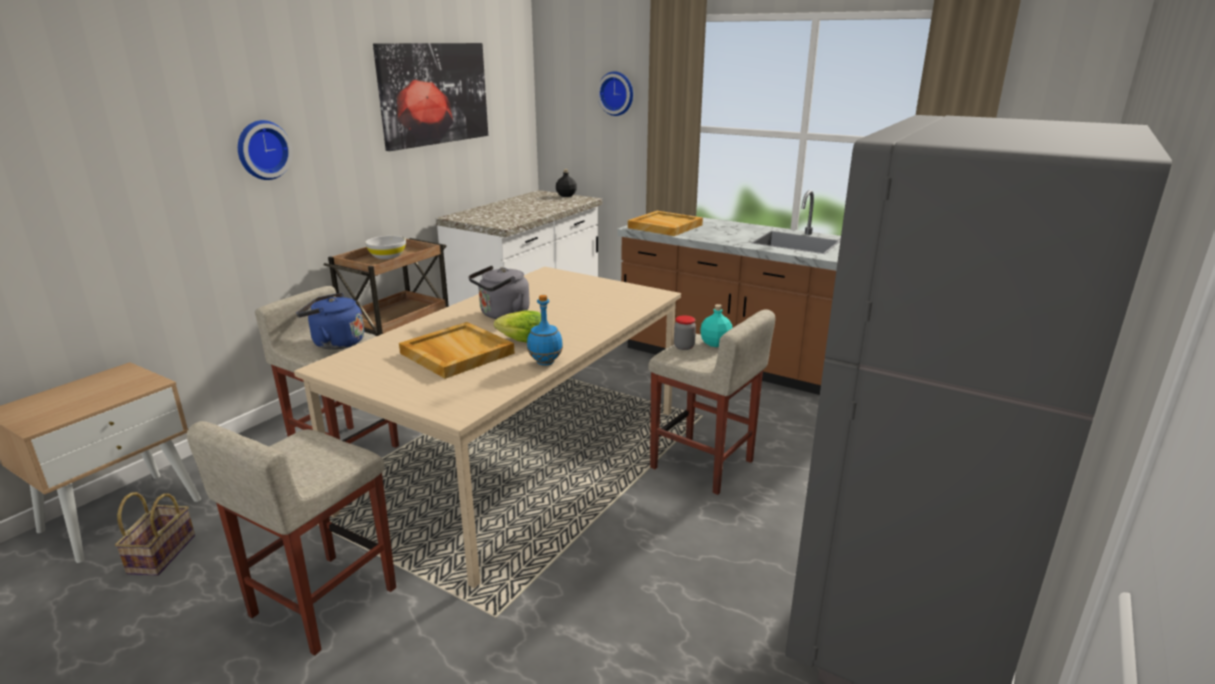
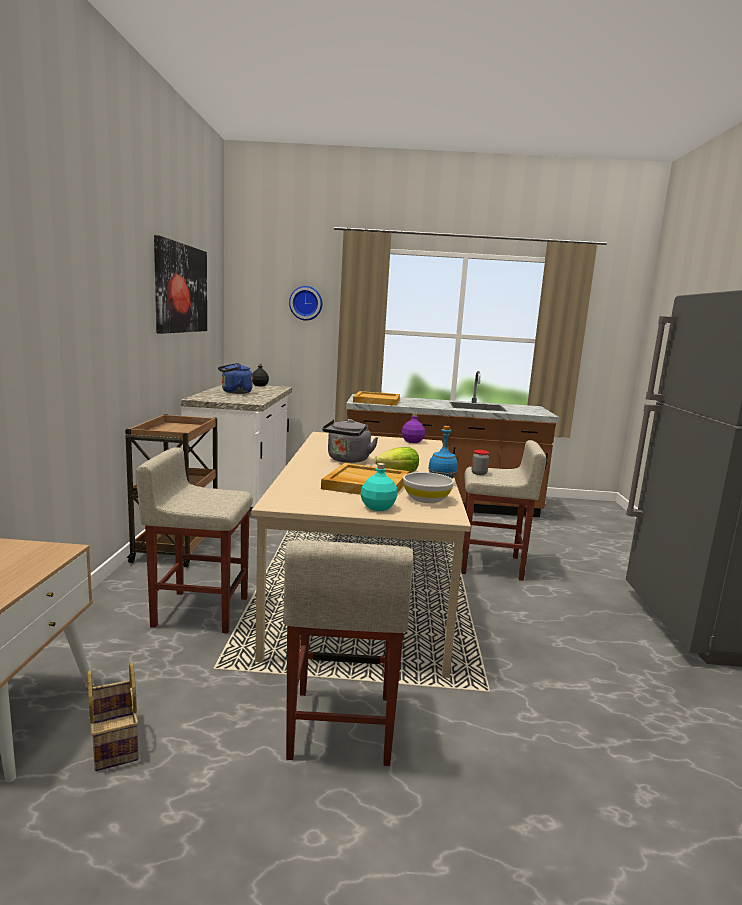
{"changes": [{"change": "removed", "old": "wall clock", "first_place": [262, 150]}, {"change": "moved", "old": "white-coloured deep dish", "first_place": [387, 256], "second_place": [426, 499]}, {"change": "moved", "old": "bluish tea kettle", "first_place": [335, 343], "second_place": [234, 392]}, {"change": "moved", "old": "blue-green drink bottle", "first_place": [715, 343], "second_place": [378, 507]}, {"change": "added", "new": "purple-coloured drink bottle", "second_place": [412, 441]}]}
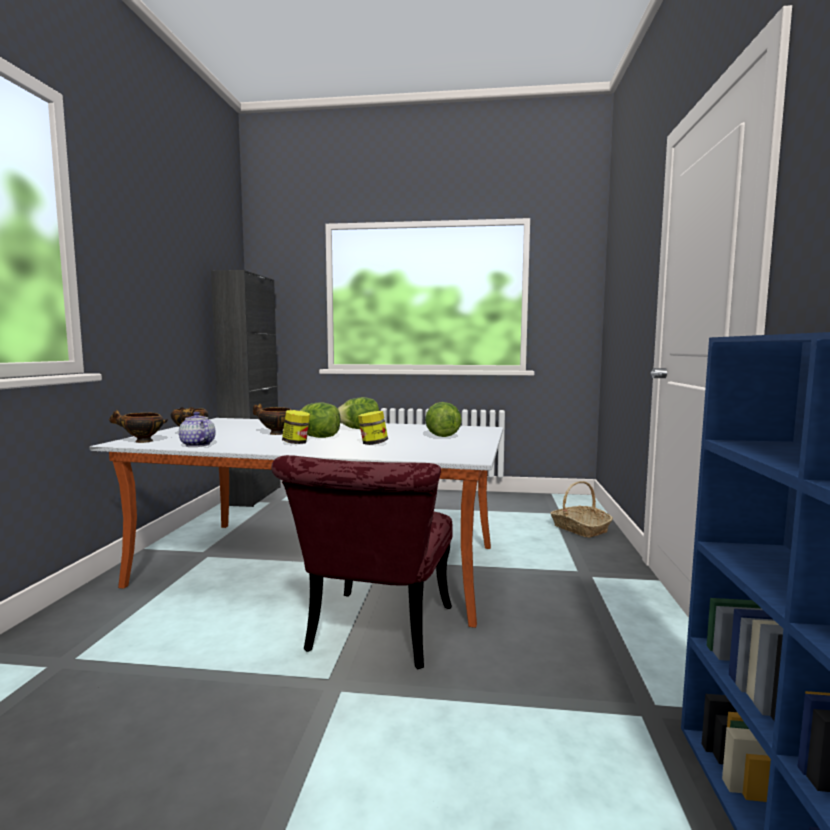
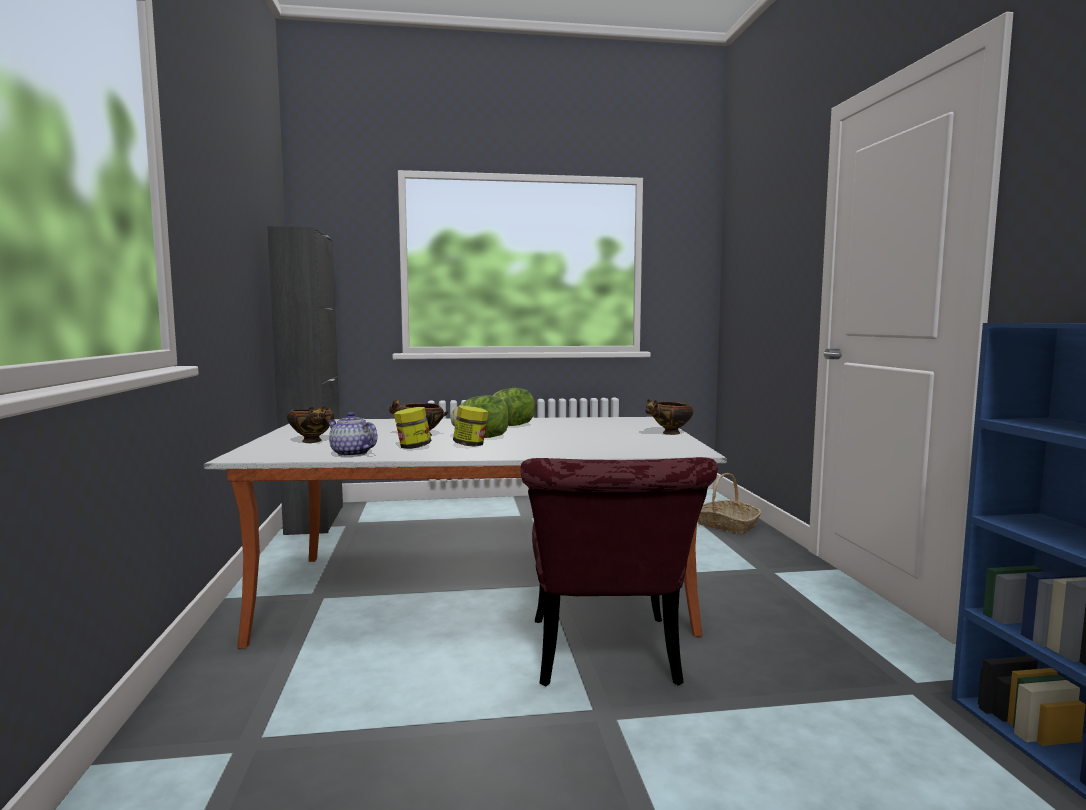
{"changes": [{"change": "removed", "old": "head of lettuce", "first_place": [442, 436]}, {"change": "moved", "old": "deep dish", "first_place": [142, 441], "second_place": [670, 433]}, {"change": "moved", "old": "jar", "first_place": [373, 444], "second_place": [413, 447]}]}
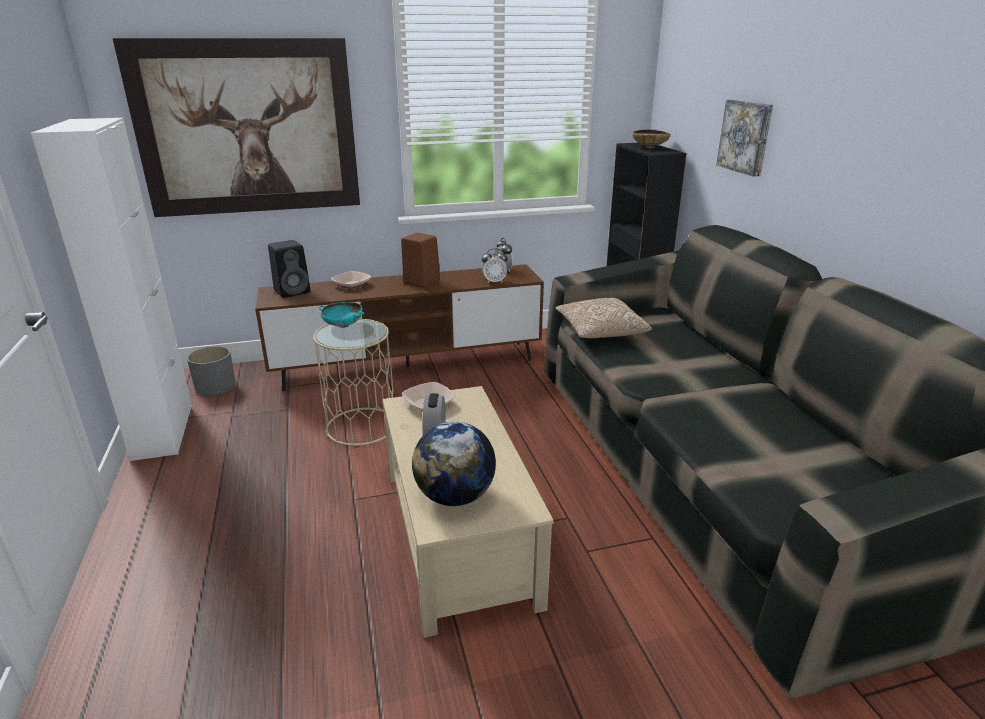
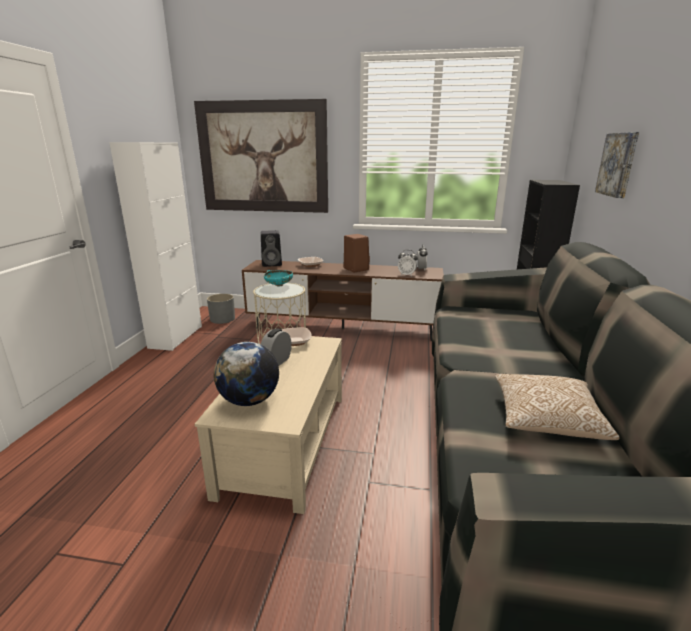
{"changes": [{"change": "removed", "old": "beige-coloured deep dish", "first_place": [650, 147]}, {"change": "moved", "old": "throw pillow", "first_place": [600, 332], "second_place": [546, 420]}]}
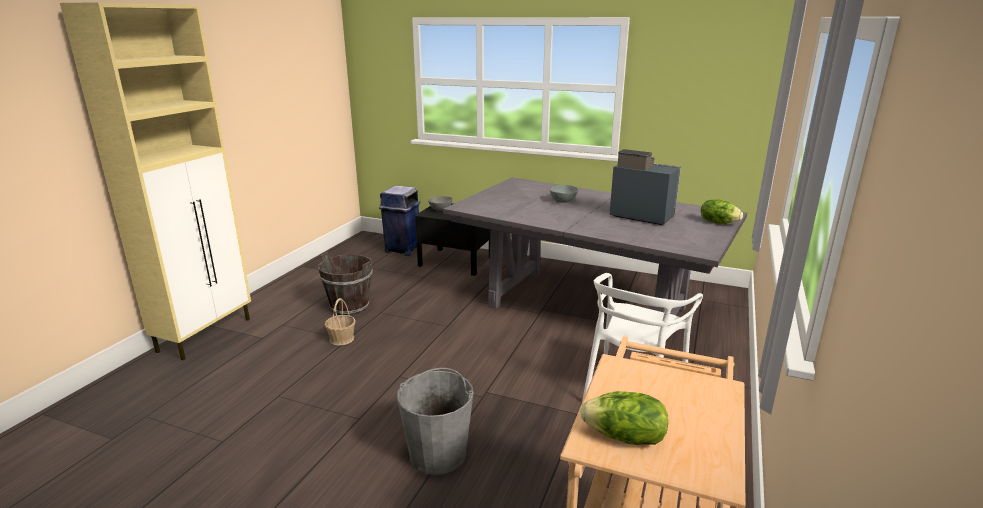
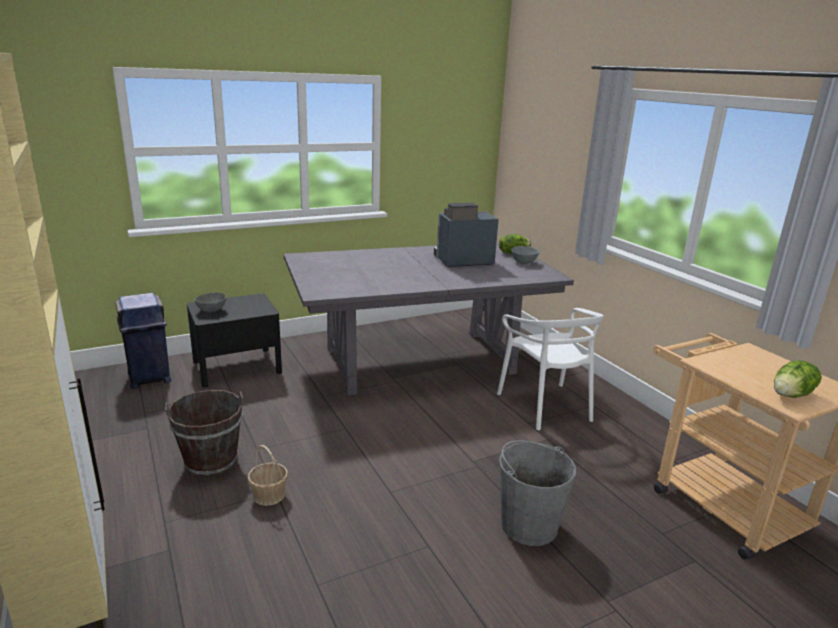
{"changes": [{"change": "moved", "old": "grey deep dish", "first_place": [563, 201], "second_place": [524, 262]}]}
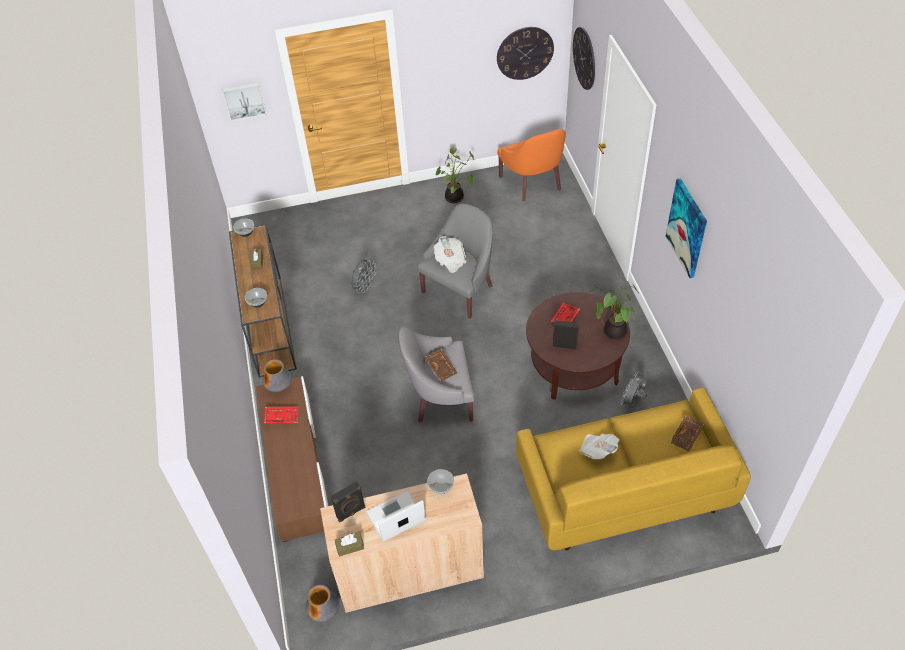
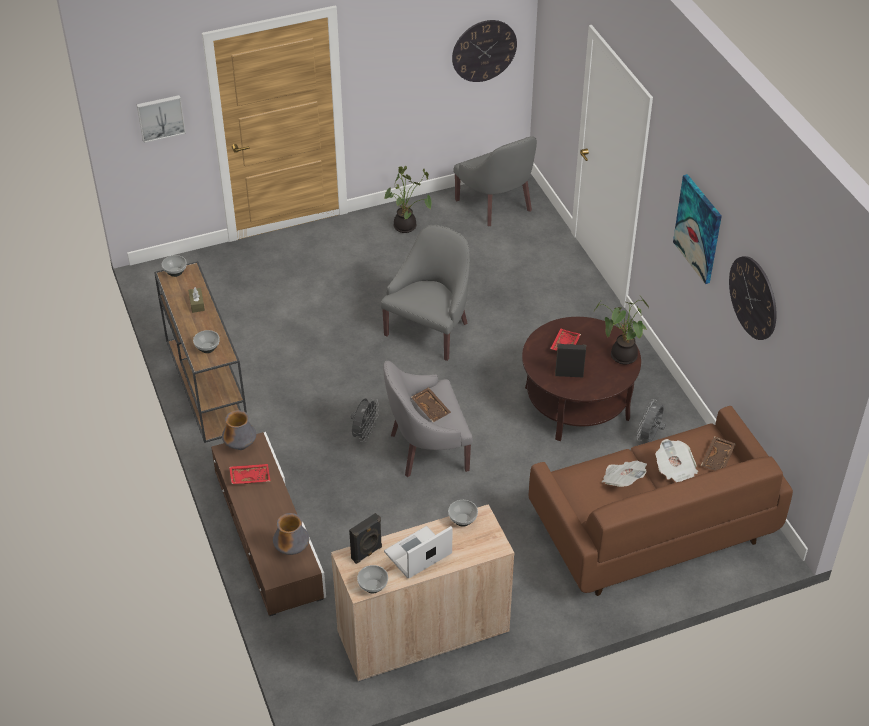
{"changes": [{"change": "moved", "old": "wall clock", "first_place": [584, 58], "second_place": [753, 297]}, {"change": "recoloured", "old": "orangey lounge chair", "new": "grey lounge chair", "first_place": [533, 182], "second_place": [497, 204]}, {"change": "moved", "old": "newspaper", "first_place": [450, 260], "second_place": [675, 471]}, {"change": "moved", "old": "grey fan", "first_place": [364, 287], "second_place": [364, 434]}, {"change": "recoloured", "old": "yellowish sofa", "new": "brown-coloured sofa", "first_place": [623, 489], "second_place": [651, 528]}, {"change": "replaced", "old": "brown-coloured box of tissues", "new": "deep dish", "first_place": [350, 546], "second_place": [372, 587]}, {"change": "moved", "old": "flower vase", "first_place": [324, 611], "second_place": [292, 550]}]}
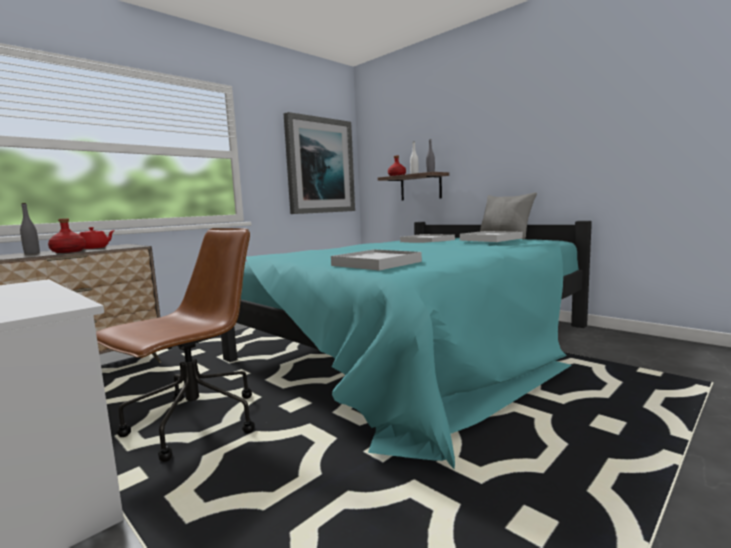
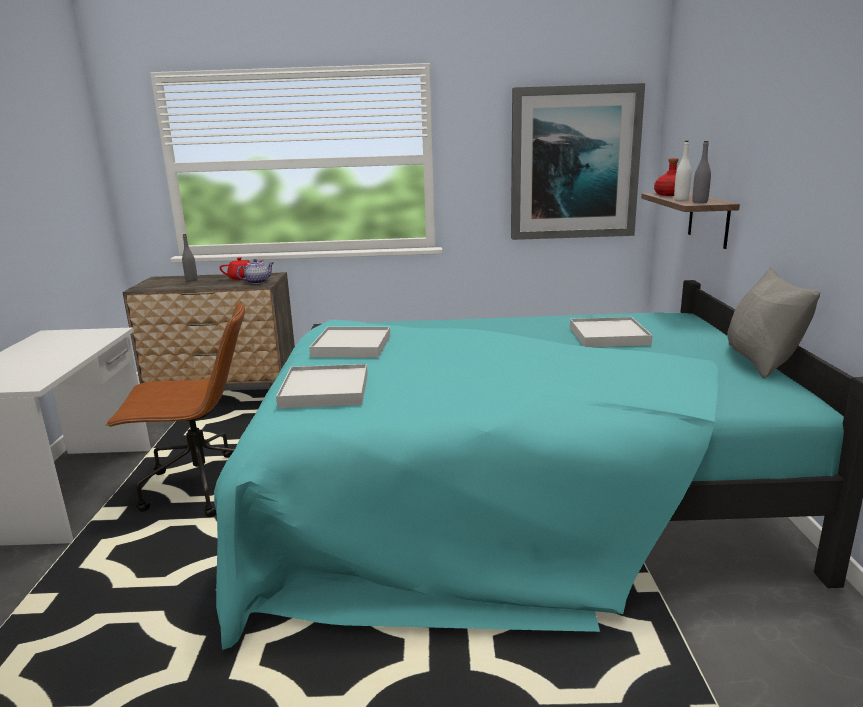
{"changes": [{"change": "removed", "old": "red drink bottle", "first_place": [69, 251]}, {"change": "moved", "old": "white-coloured serving tray", "first_place": [490, 239], "second_place": [352, 346]}, {"change": "added", "new": "pot for tea", "second_place": [258, 282]}]}
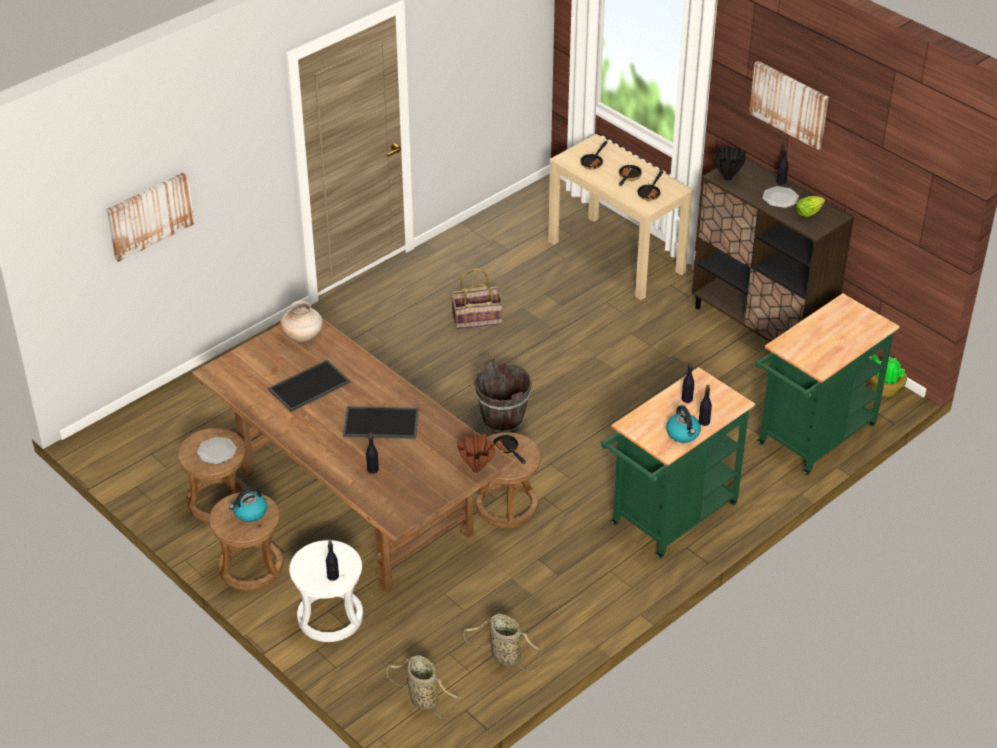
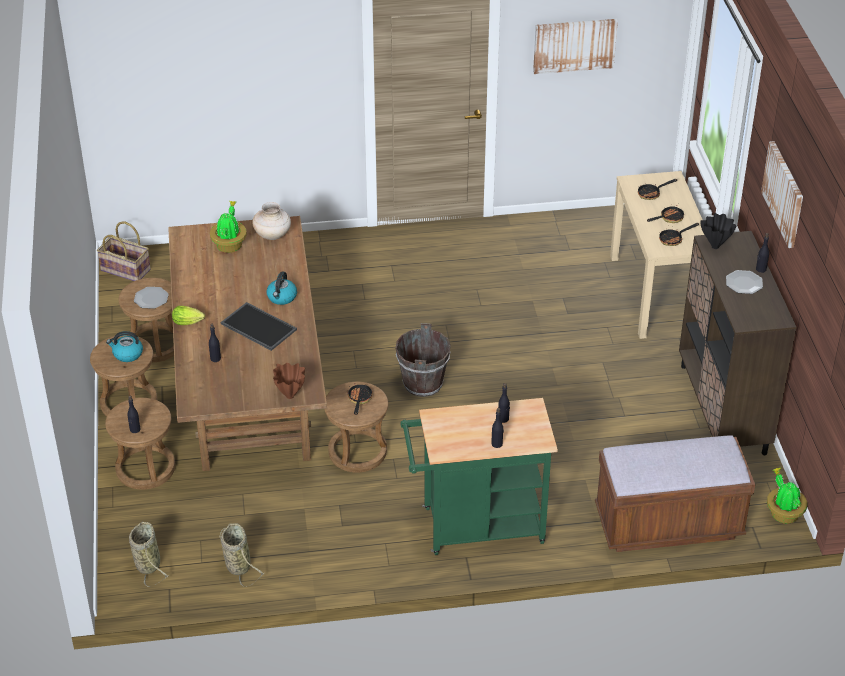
{"changes": [{"change": "moved", "old": "picture", "first_place": [150, 215], "second_place": [574, 45]}, {"change": "moved", "old": "head of lettuce", "first_place": [810, 213], "second_place": [189, 322]}, {"change": "moved", "old": "storage basket", "first_place": [477, 318], "second_place": [126, 269]}, {"change": "replaced", "old": "greenish trolley", "new": "brown-coloured bench", "first_place": [811, 439], "second_place": [668, 524]}, {"change": "removed", "old": "serving tray", "first_place": [309, 387]}, {"change": "moved", "old": "tea kettle", "first_place": [683, 434], "second_place": [282, 297]}, {"change": "recoloured", "old": "white-coloured stool", "new": "brown-coloured stool", "first_place": [330, 617], "second_place": [145, 468]}, {"change": "added", "new": "potted plant", "second_place": [229, 245]}]}
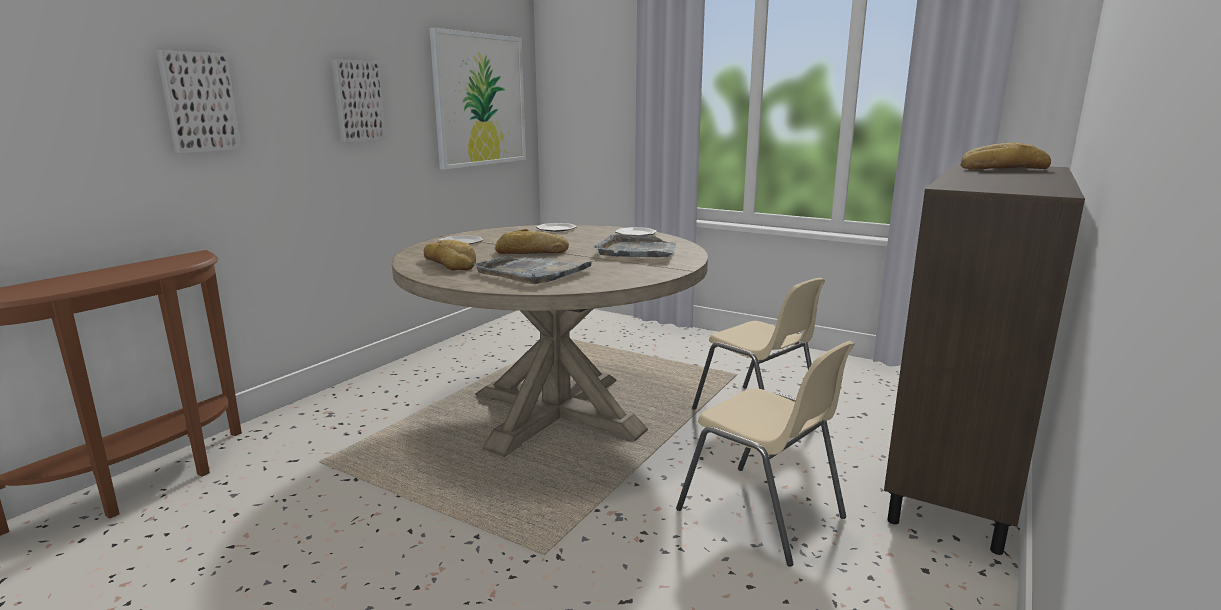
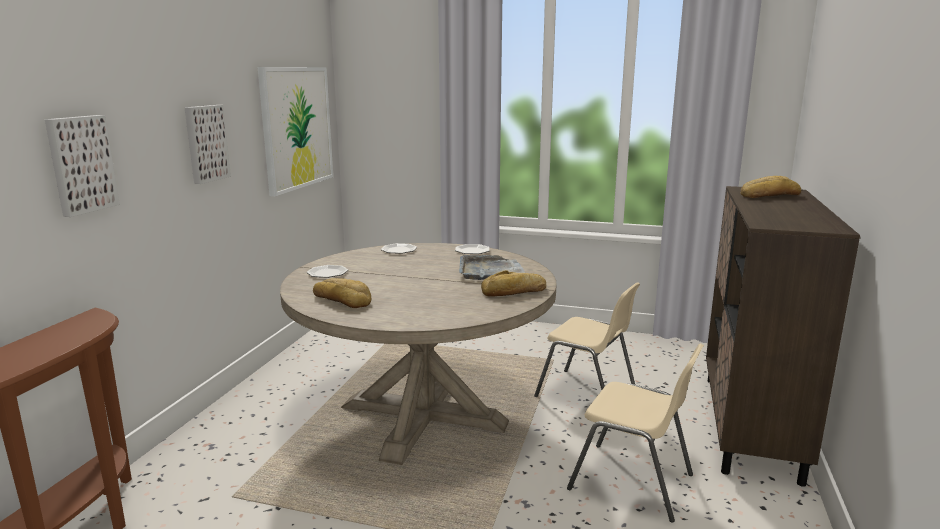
{"changes": [{"change": "moved", "old": "baked bread", "first_place": [532, 252], "second_place": [514, 292]}, {"change": "removed", "old": "grey serving tray", "first_place": [533, 272]}]}
